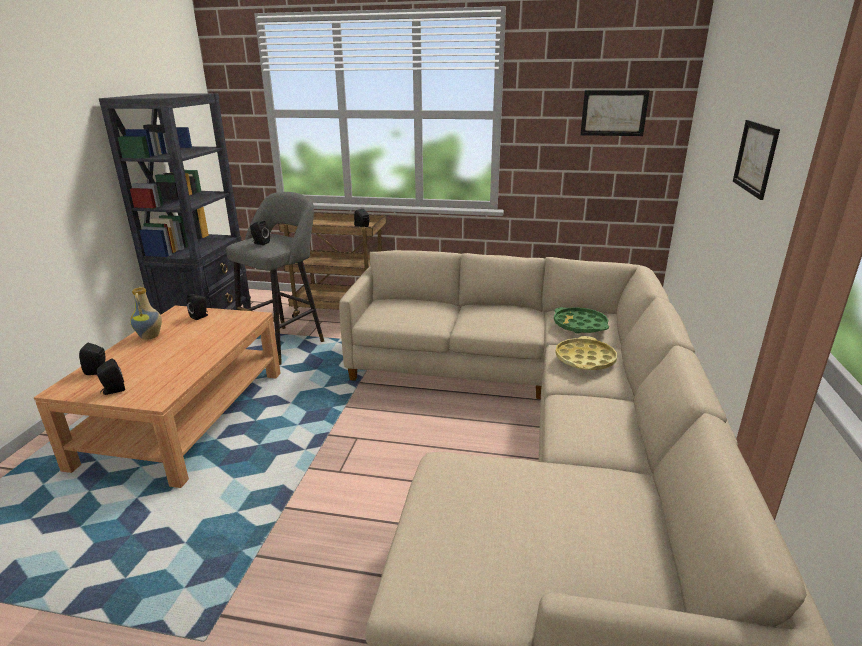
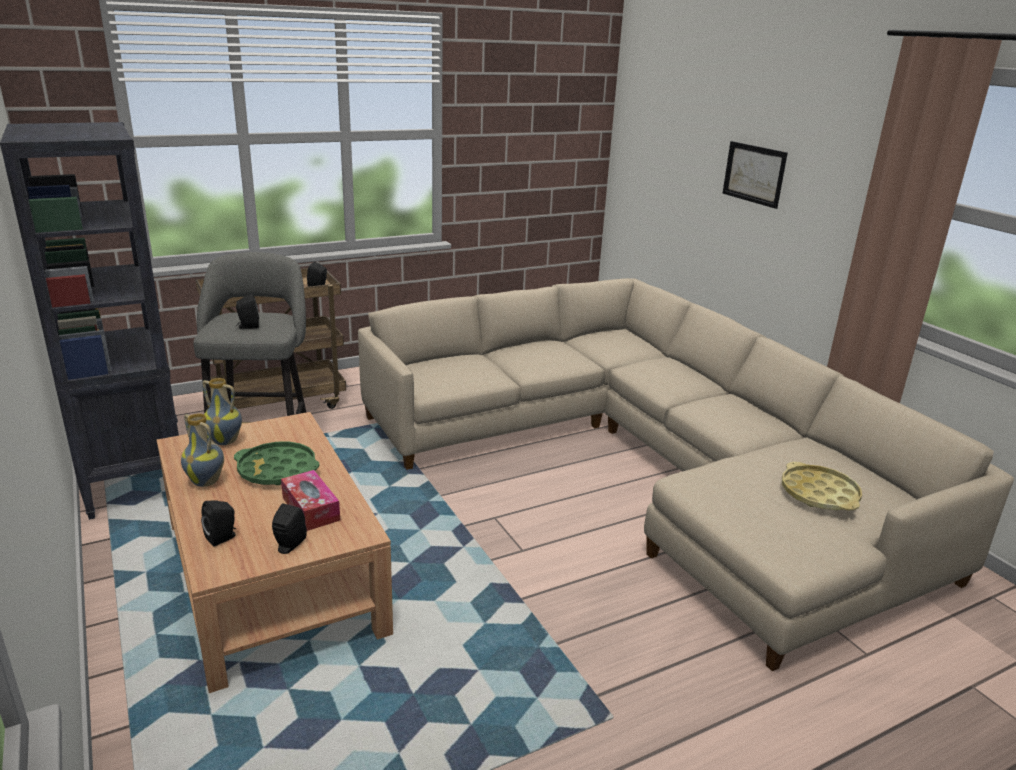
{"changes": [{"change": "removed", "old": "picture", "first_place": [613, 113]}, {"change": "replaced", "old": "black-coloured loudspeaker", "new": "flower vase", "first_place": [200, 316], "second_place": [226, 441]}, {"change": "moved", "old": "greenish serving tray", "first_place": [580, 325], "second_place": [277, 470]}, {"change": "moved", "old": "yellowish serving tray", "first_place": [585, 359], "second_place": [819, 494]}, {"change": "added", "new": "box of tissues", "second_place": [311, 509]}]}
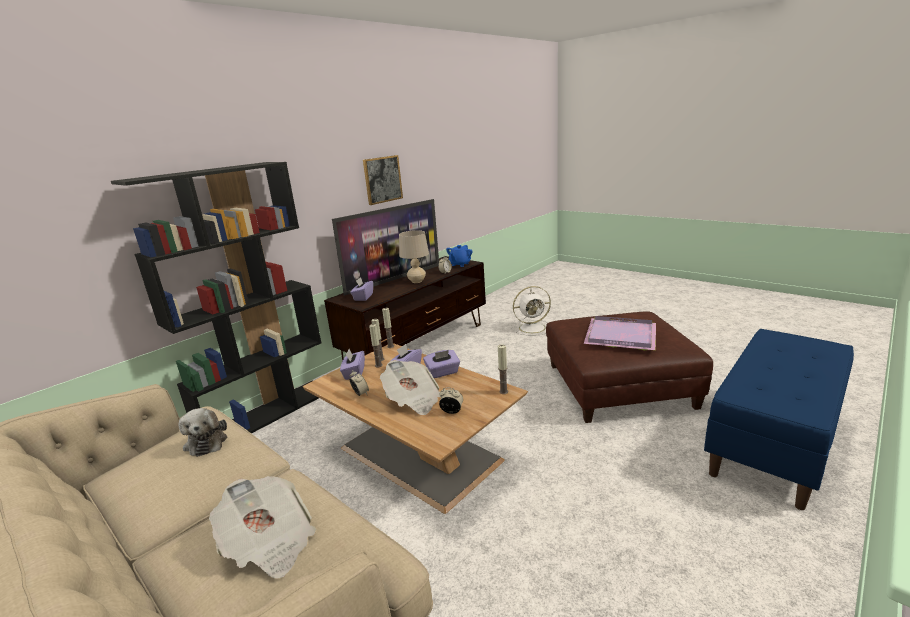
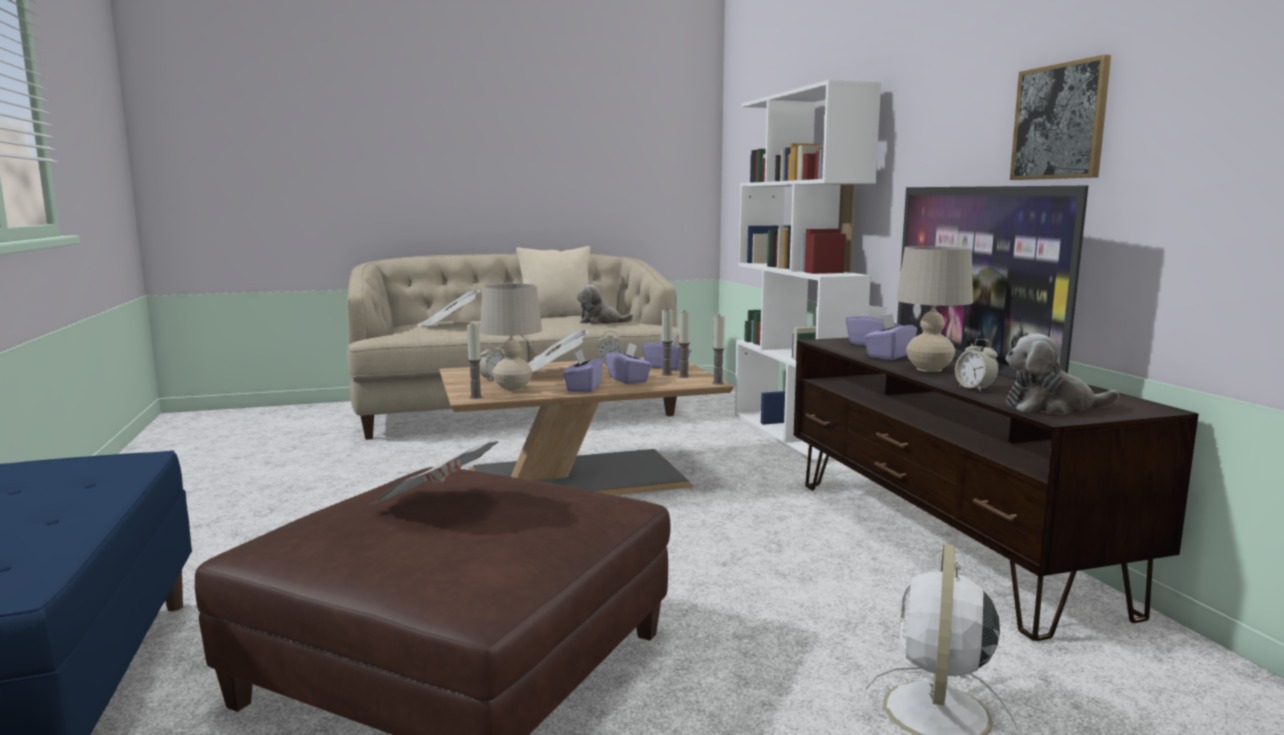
{"changes": [{"change": "recoloured", "old": "black-coloured bookshelf", "new": "white-coloured bookshelf", "first_place": [267, 413], "second_place": [793, 435]}, {"change": "replaced", "old": "bluish pot for tea", "new": "plush toy", "first_place": [460, 264], "second_place": [1051, 407]}, {"change": "replaced", "old": "purple-coloured serving tray", "new": "newspaper", "first_place": [622, 336], "second_place": [436, 505]}, {"change": "added", "new": "beige-coloured throw pillow", "second_place": [557, 316]}, {"change": "added", "new": "beige-coloured table lamp", "second_place": [512, 388]}, {"change": "added", "new": "purple-coloured box of tissues", "second_place": [889, 356]}]}
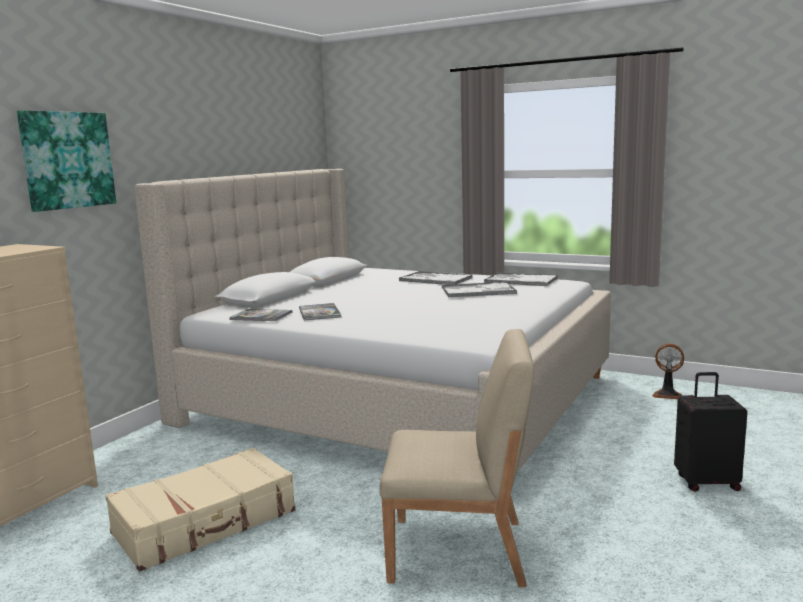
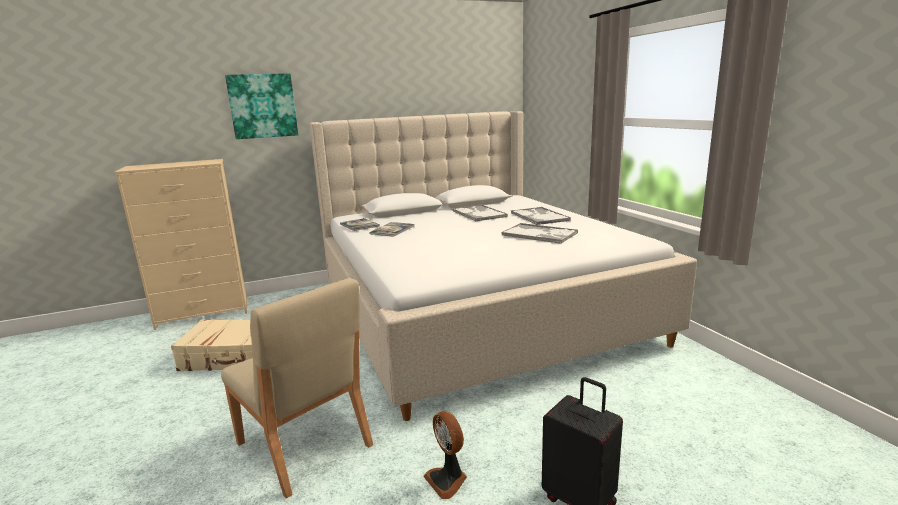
{"changes": [{"change": "moved", "old": "serving tray", "first_place": [520, 280], "second_place": [478, 213]}, {"change": "moved", "old": "fan", "first_place": [667, 394], "second_place": [447, 480]}]}
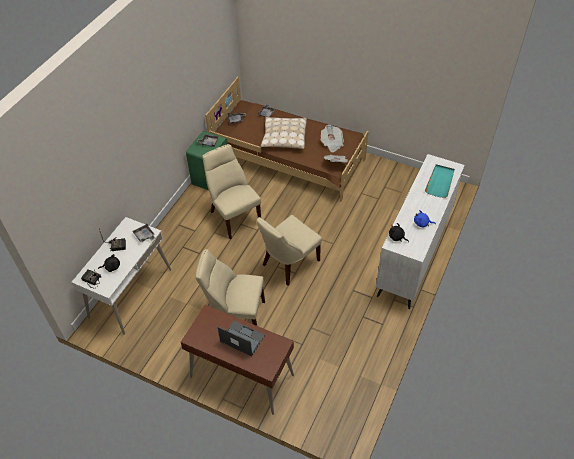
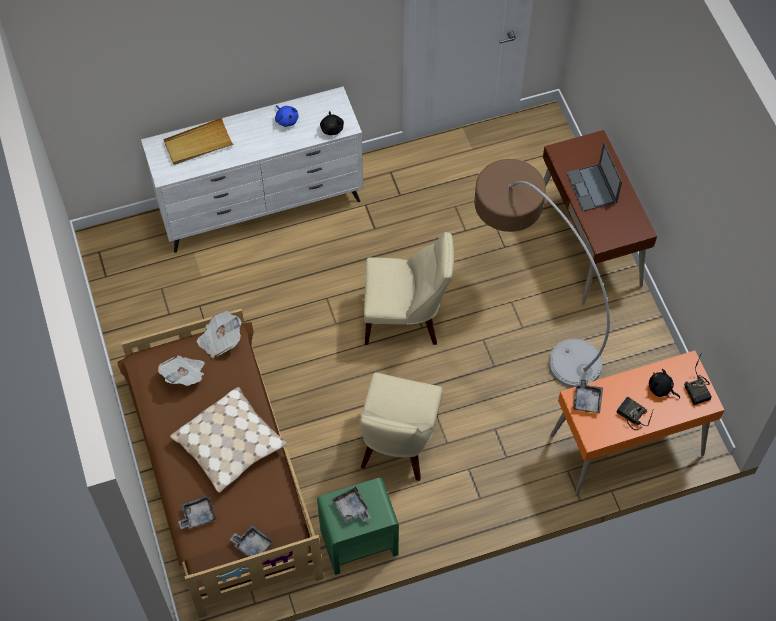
{"changes": [{"change": "recoloured", "old": "blue-green serving tray", "new": "beige-coloured serving tray", "first_place": [440, 182], "second_place": [198, 144]}, {"change": "recoloured", "old": "white-coloured desk", "new": "orangey desk", "first_place": [130, 293], "second_place": [626, 446]}, {"change": "replaced", "old": "beige-coloured plain chair", "new": "standing lamp", "first_place": [235, 314], "second_place": [529, 312]}]}
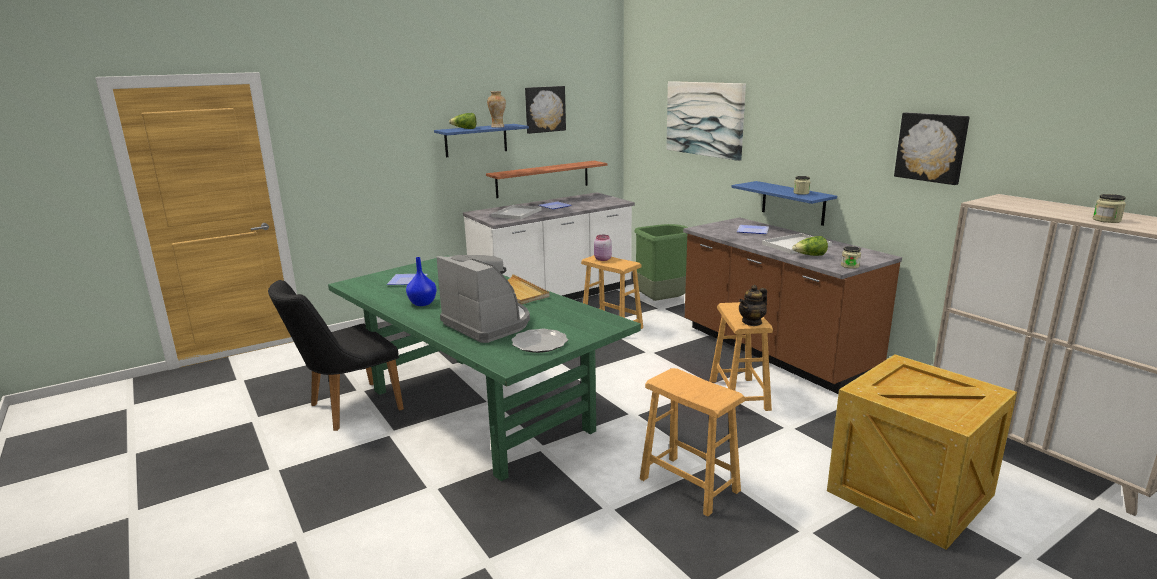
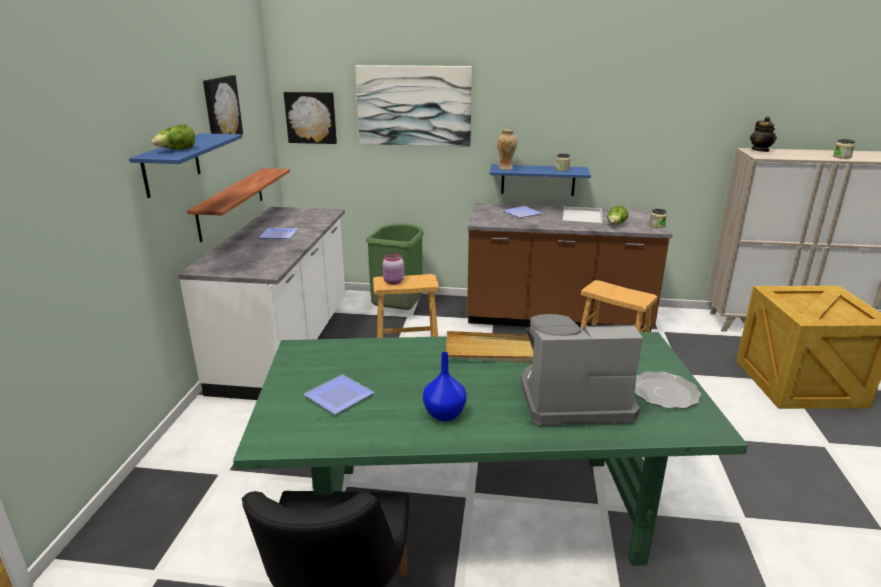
{"changes": [{"change": "moved", "old": "flower vase", "first_place": [498, 127], "second_place": [506, 168]}, {"change": "moved", "old": "picture", "first_place": [931, 147], "second_place": [311, 117]}, {"change": "removed", "old": "white-coloured serving tray", "first_place": [516, 213]}, {"change": "moved", "old": "pot for tea", "first_place": [752, 322], "second_place": [760, 150]}, {"change": "removed", "old": "brown-coloured stool", "first_place": [689, 485]}]}
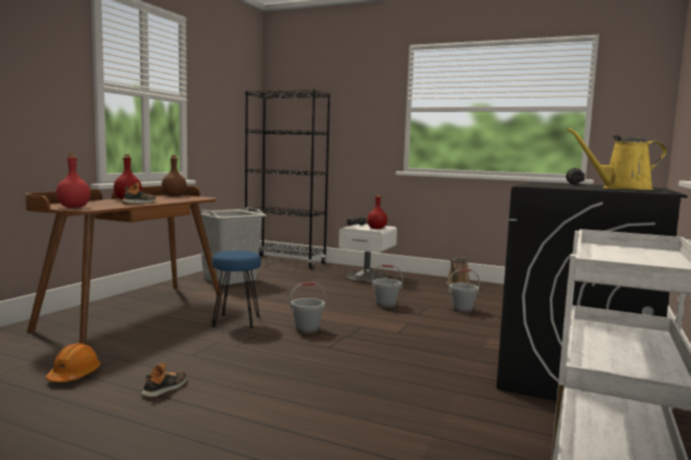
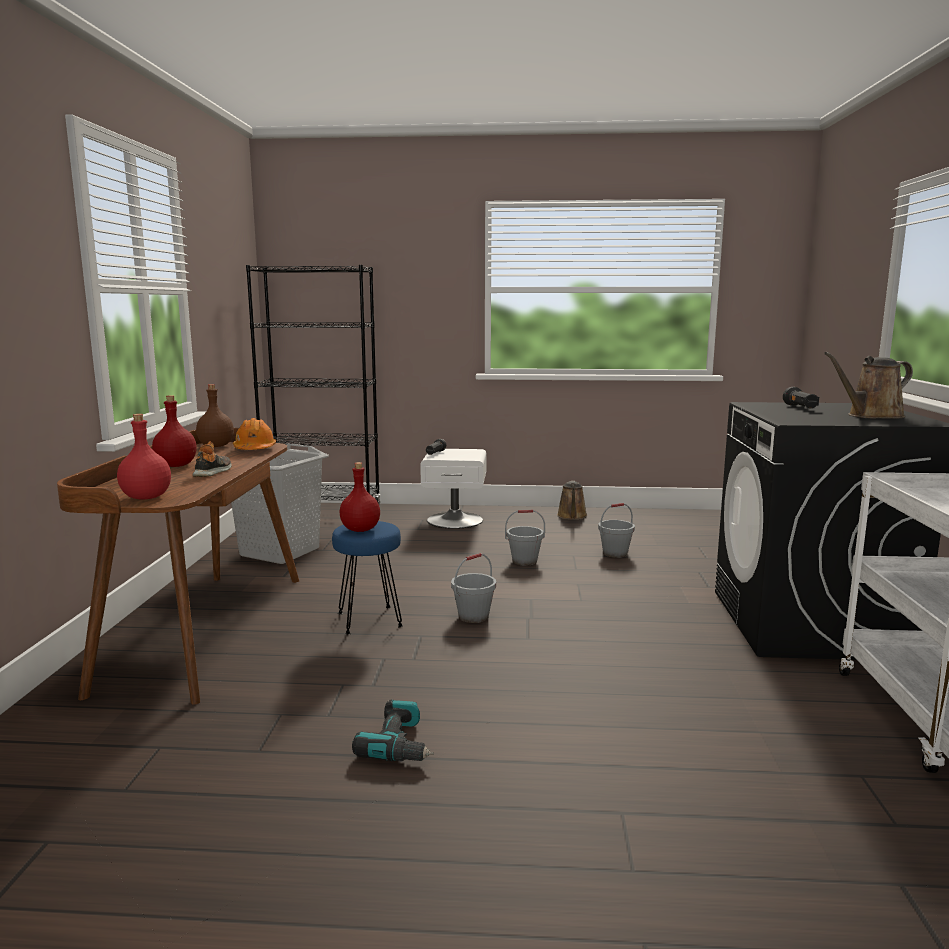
{"changes": [{"change": "recoloured", "old": "yellowish watering can", "new": "brown-coloured watering can", "first_place": [621, 188], "second_place": [871, 416]}, {"change": "moved", "old": "red drink bottle", "first_place": [377, 228], "second_place": [361, 529]}, {"change": "moved", "old": "orangey safety helmet", "first_place": [74, 375], "second_place": [255, 449]}, {"change": "replaced", "old": "shoe", "new": "electric drill", "first_place": [165, 388], "second_place": [400, 745]}]}
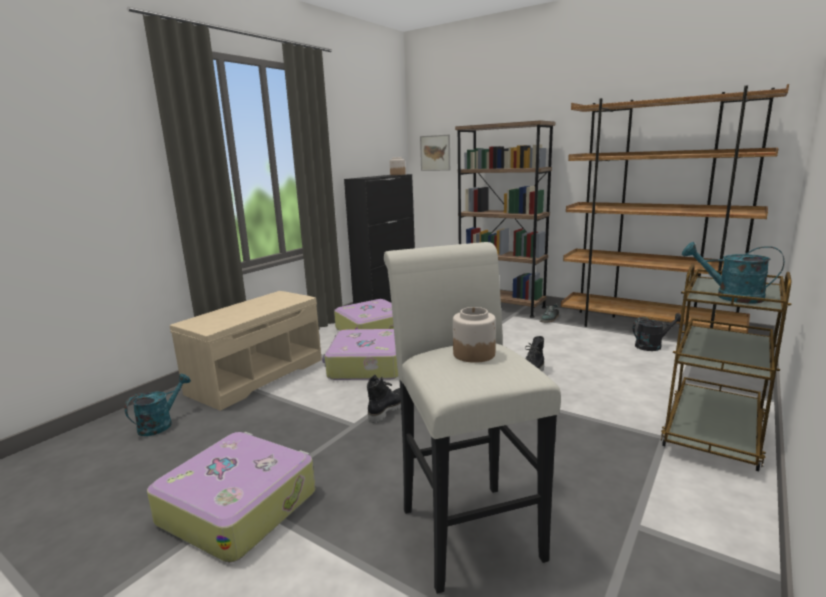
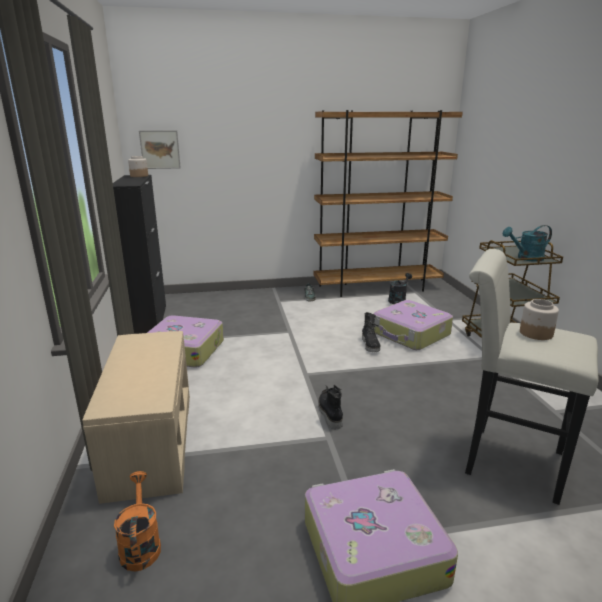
{"changes": [{"change": "removed", "old": "brown-coloured bookshelf", "first_place": [501, 306]}, {"change": "moved", "old": "suitcase", "first_place": [366, 366], "second_place": [410, 334]}, {"change": "recoloured", "old": "blue-green watering can", "new": "orangey watering can", "first_place": [161, 424], "second_place": [140, 544]}]}
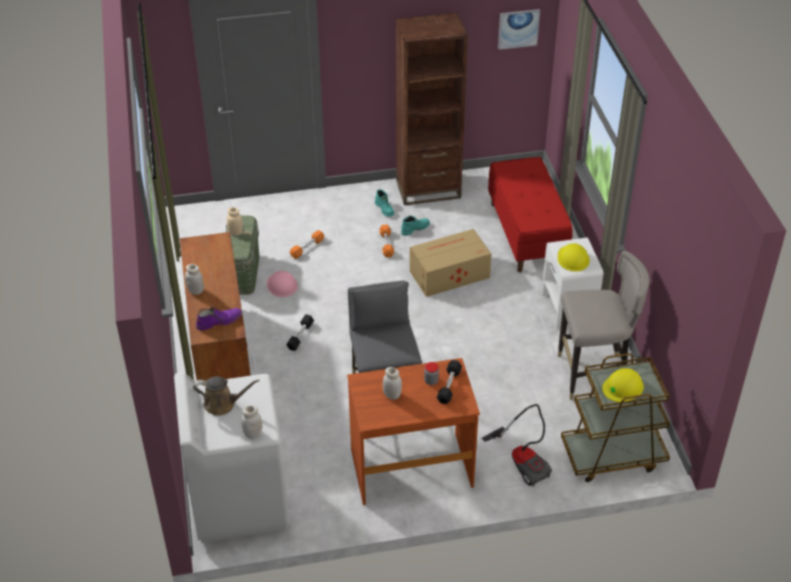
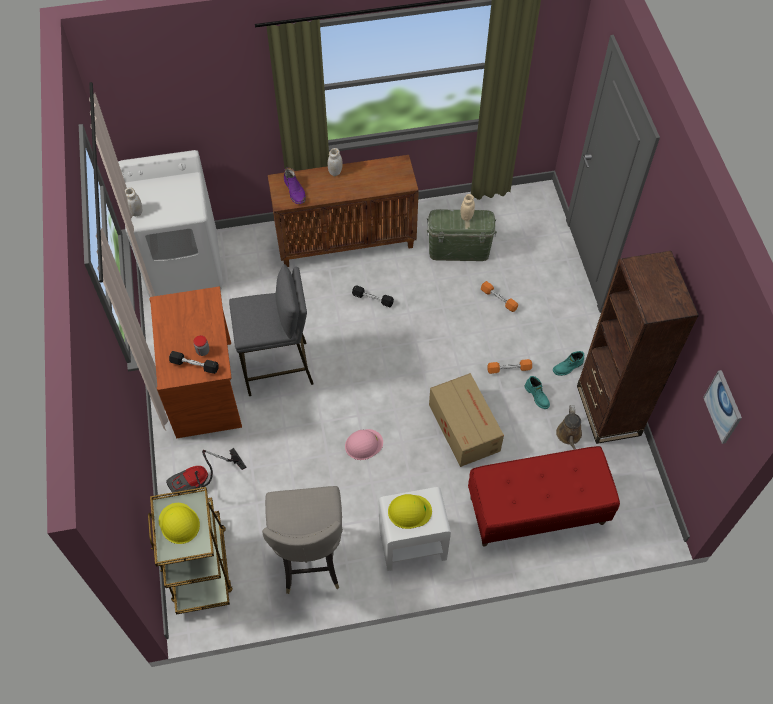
{"changes": [{"change": "moved", "old": "pinkish safety helmet", "first_place": [282, 285], "second_place": [363, 444]}, {"change": "removed", "old": "white-coloured jar", "first_place": [392, 395]}, {"change": "moved", "old": "brown-coloured watering can", "first_place": [222, 404], "second_place": [569, 436]}]}
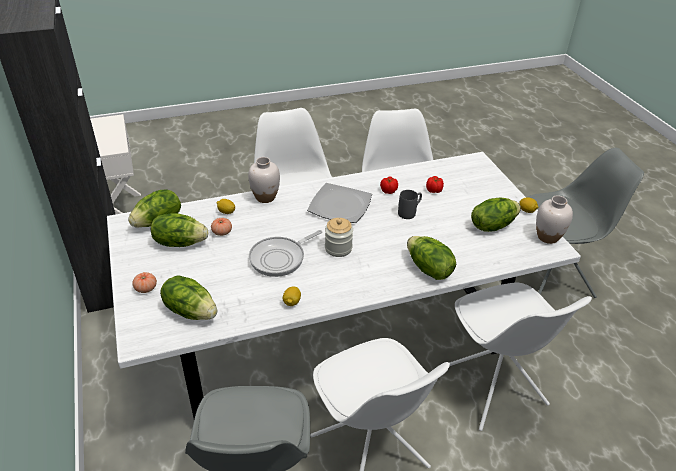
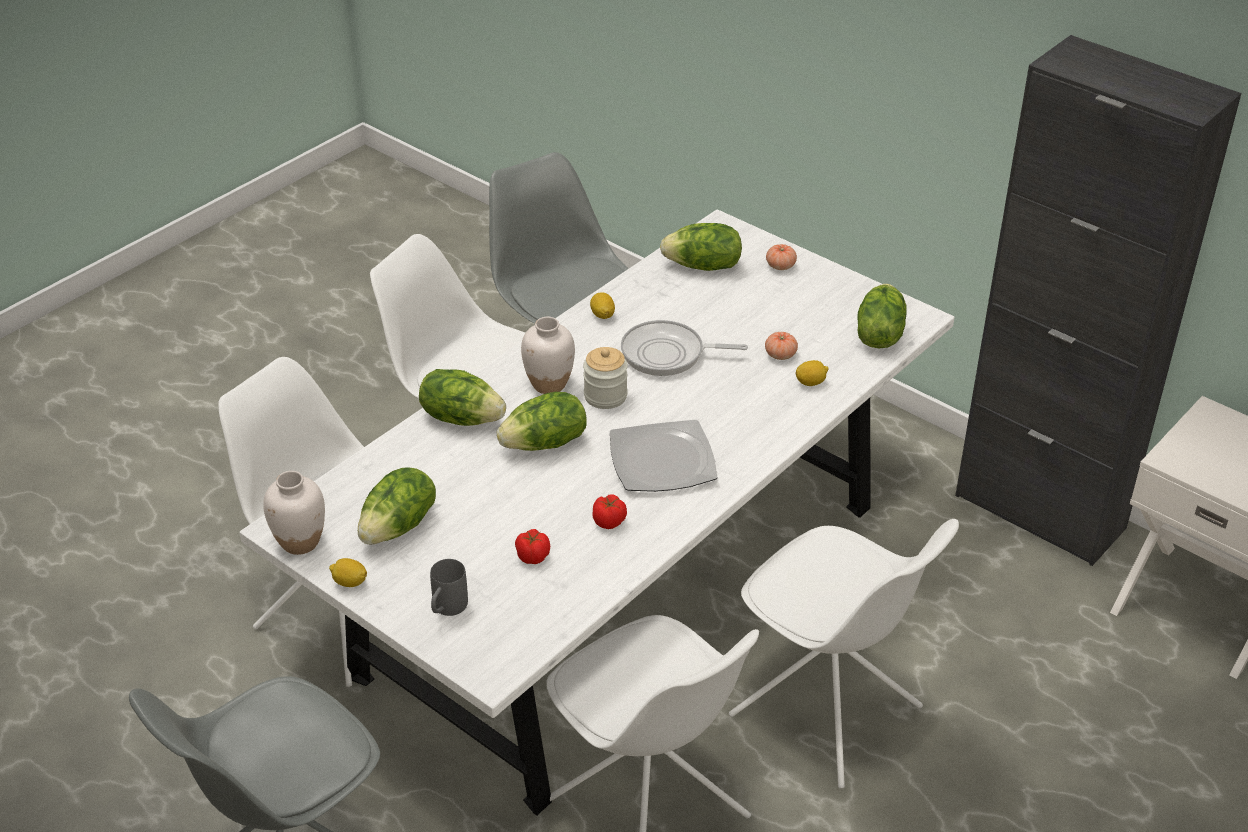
{"changes": [{"change": "moved", "old": "white-coloured flower vase", "first_place": [265, 197], "second_place": [549, 384]}, {"change": "moved", "old": "grey mug", "first_place": [410, 212], "second_place": [446, 609]}, {"change": "moved", "old": "head of lettuce", "first_place": [180, 242], "second_place": [545, 444]}, {"change": "turned", "old": "frying pan", "first_place": [280, 258], "second_place": [668, 354], "degrees": -105}]}
